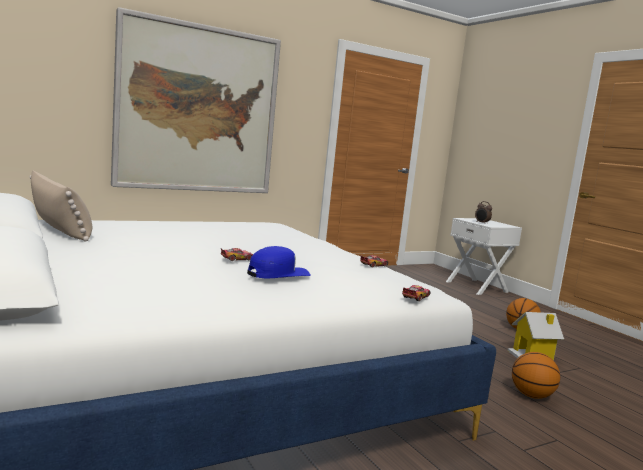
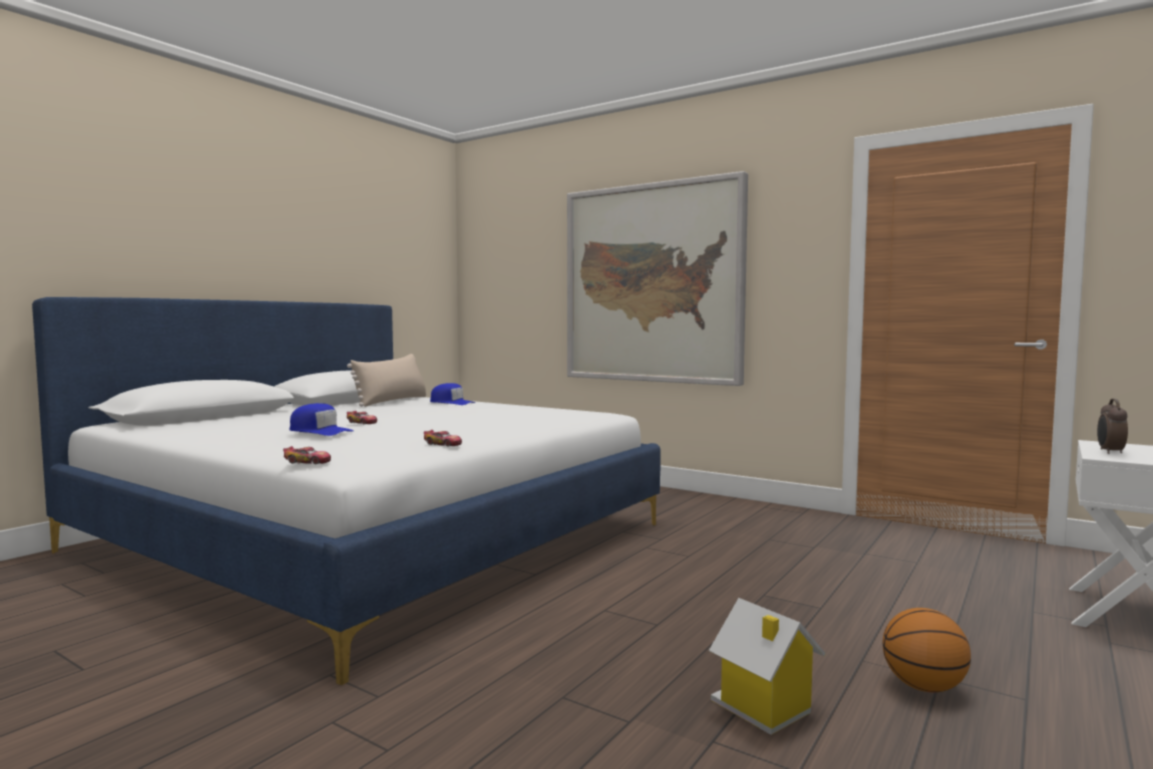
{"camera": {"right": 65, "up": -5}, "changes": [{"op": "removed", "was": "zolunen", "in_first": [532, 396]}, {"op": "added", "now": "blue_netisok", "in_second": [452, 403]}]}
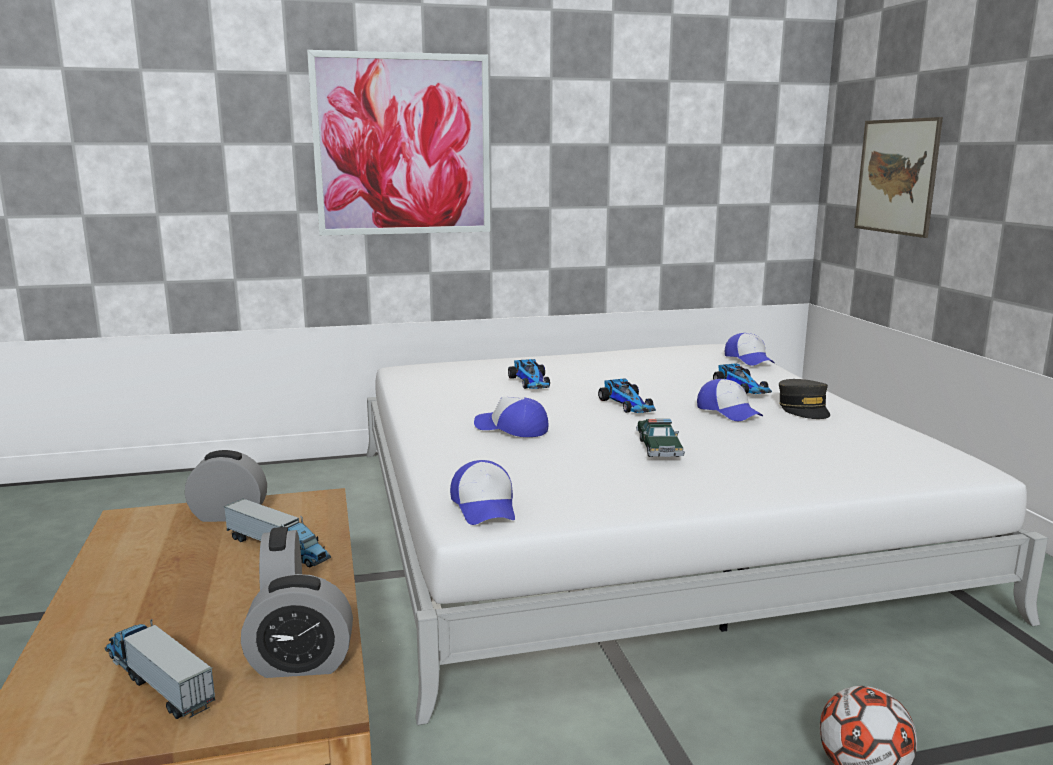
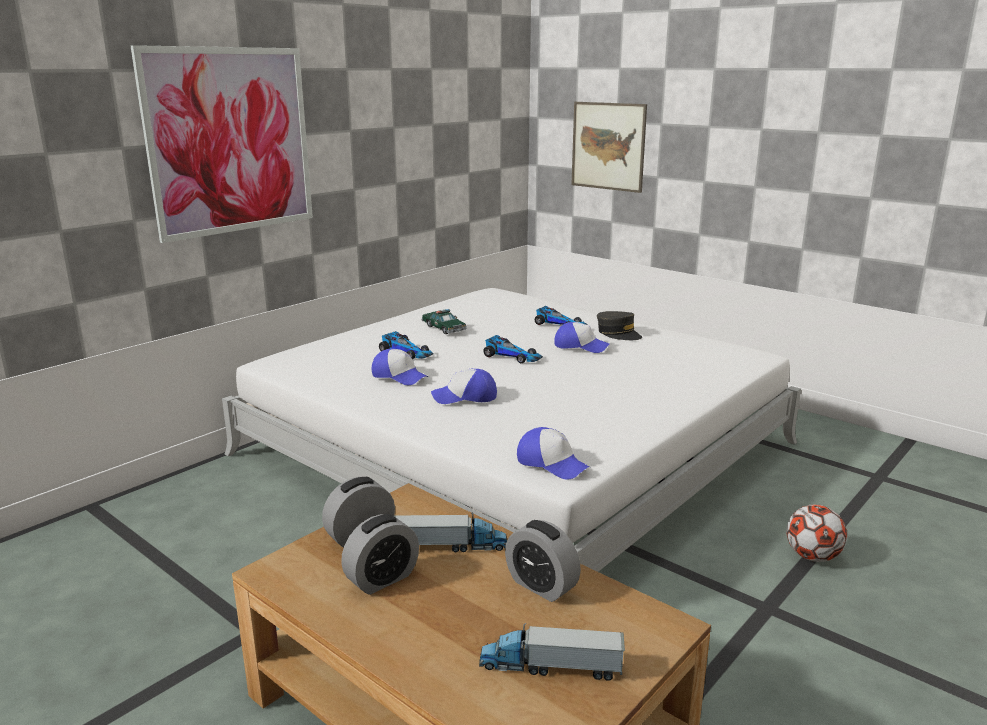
{"camera": {"right": -35, "up": 5}, "changes": [{"op": "moved", "was": "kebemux", "in_first": [301, 665], "in_second": [382, 579]}, {"op": "moved", "was": "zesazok", "in_first": [658, 447], "in_second": [443, 328]}, {"op": "moved", "was": "netisok", "in_first": [749, 359], "in_second": [399, 376]}]}
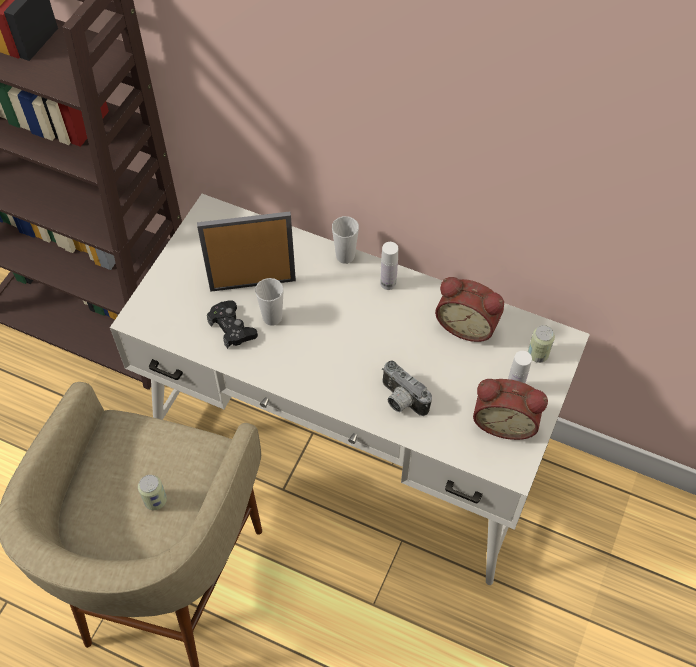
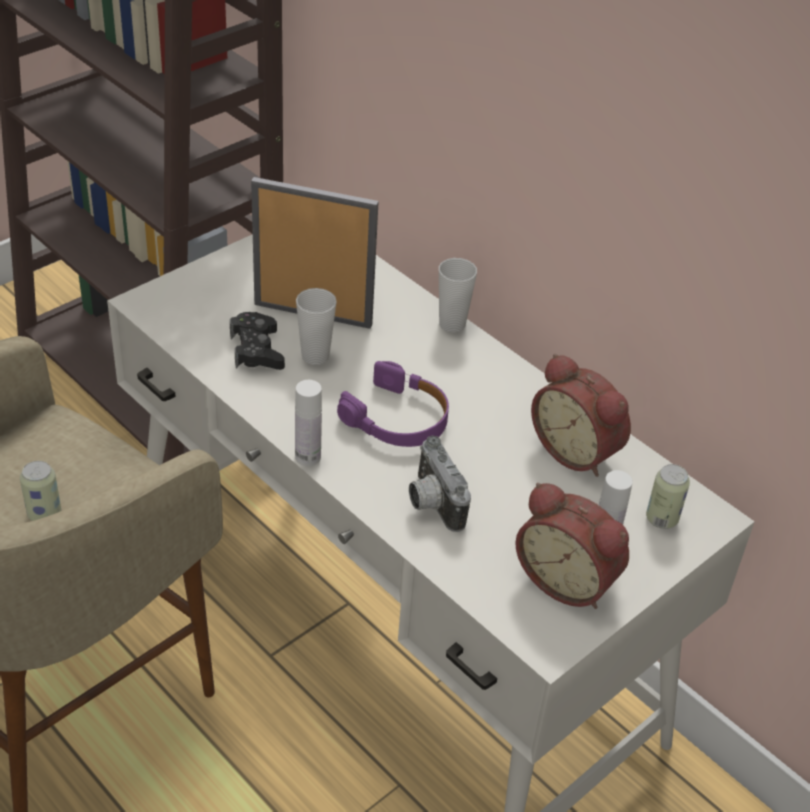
{"camera": {"right": 20, "up": -15}, "changes": [{"op": "added", "now": "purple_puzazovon", "in_second": [398, 419]}, {"op": "moved", "was": "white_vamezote", "in_first": [388, 283], "in_second": [308, 457]}]}
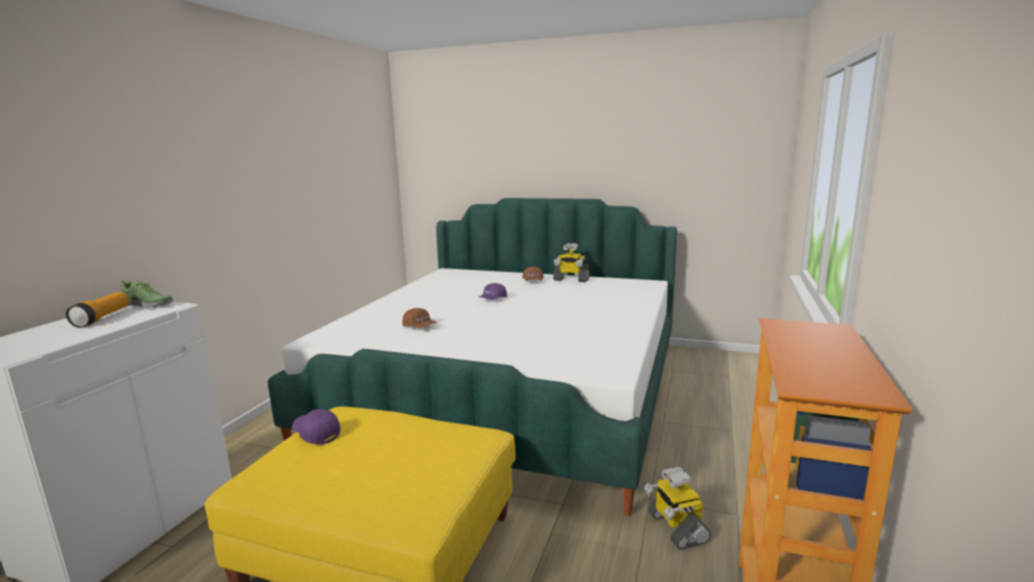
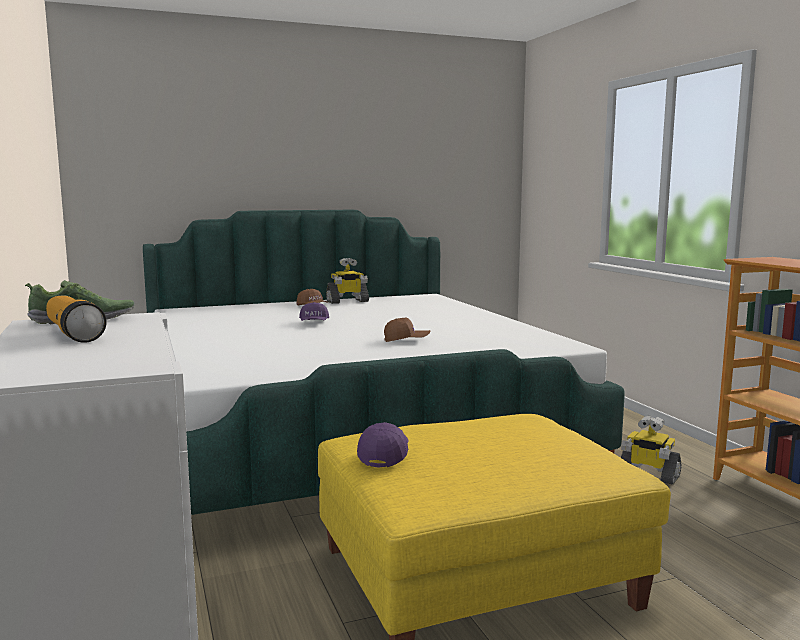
{"camera": {"right": -40, "up": -5}, "changes": [{"op": "moved", "was": "brown_netisok", "in_first": [420, 327], "in_second": [406, 340]}, {"op": "turned", "was": "purple_netisok", "in_first": [316, 434], "in_second": [384, 455], "clockwise": 105}]}
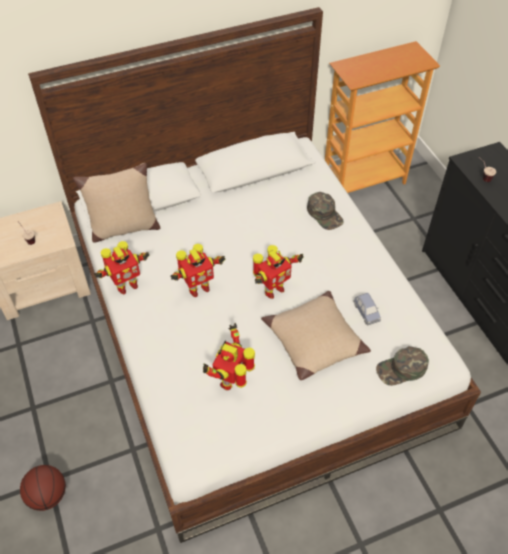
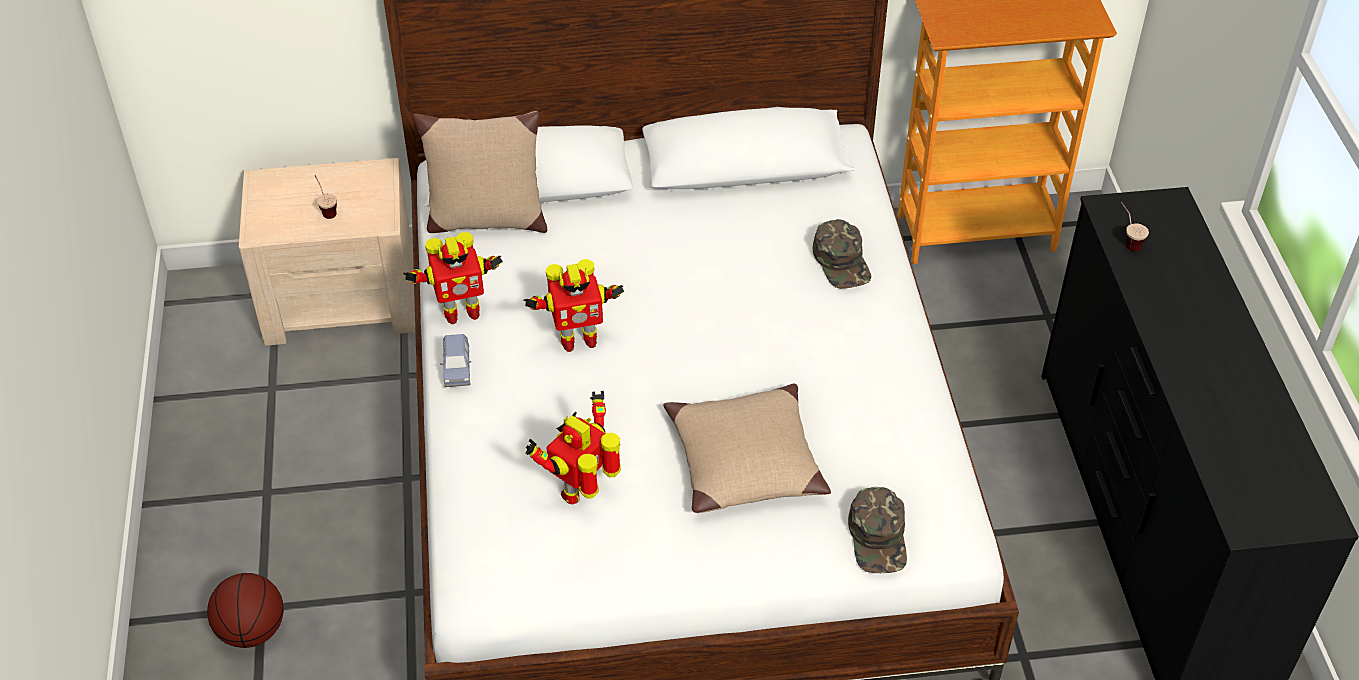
{"camera": {"right": 15, "up": -5}, "changes": [{"op": "removed", "was": "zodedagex", "in_first": [272, 290]}, {"op": "moved", "was": "blue_zesazok", "in_first": [366, 313], "in_second": [457, 369]}, {"op": "turned", "was": "green_netisok", "in_first": [401, 369], "in_second": [878, 537], "clockwise": -90}]}
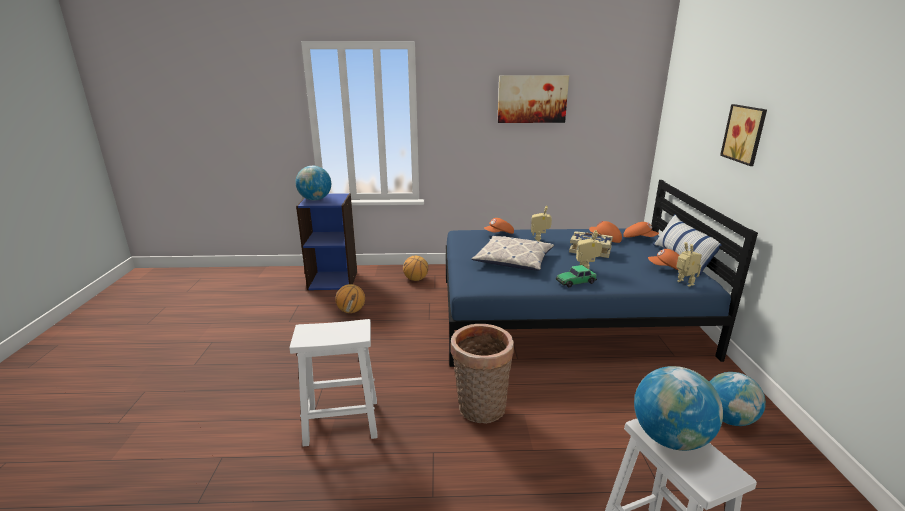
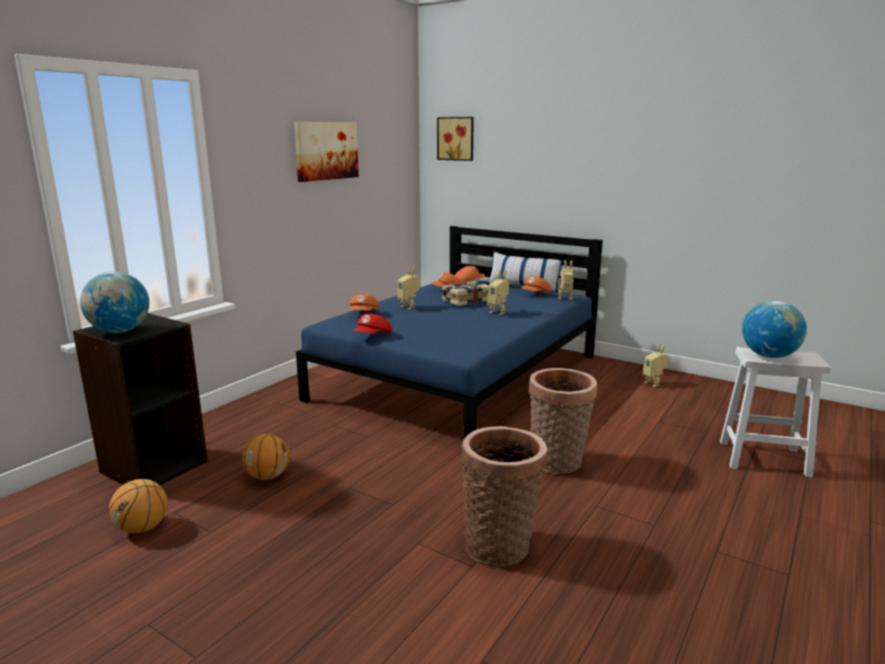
{"camera": {"right": -55, "up": -5}, "changes": [{"op": "removed", "was": "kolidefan", "in_first": [513, 260]}, {"op": "removed", "was": "zesazok", "in_first": [575, 282]}, {"op": "added", "now": "red_netisok", "in_second": [373, 336]}, {"op": "moved", "was": "zolunen", "in_first": [416, 279], "in_second": [143, 528]}, {"op": "moved", "was": "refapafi", "in_first": [745, 134], "in_second": [456, 138]}, {"op": "replaced", "was": "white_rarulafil", "now": "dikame", "in_first": [343, 421], "in_second": [500, 545]}, {"op": "replaced", "was": "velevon", "now": "zodedagex", "in_first": [728, 419], "in_second": [653, 383]}, {"op": "recoloured", "was": "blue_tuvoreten", "now": "black_tuvoreten", "in_first": [333, 280], "in_second": [153, 466]}]}
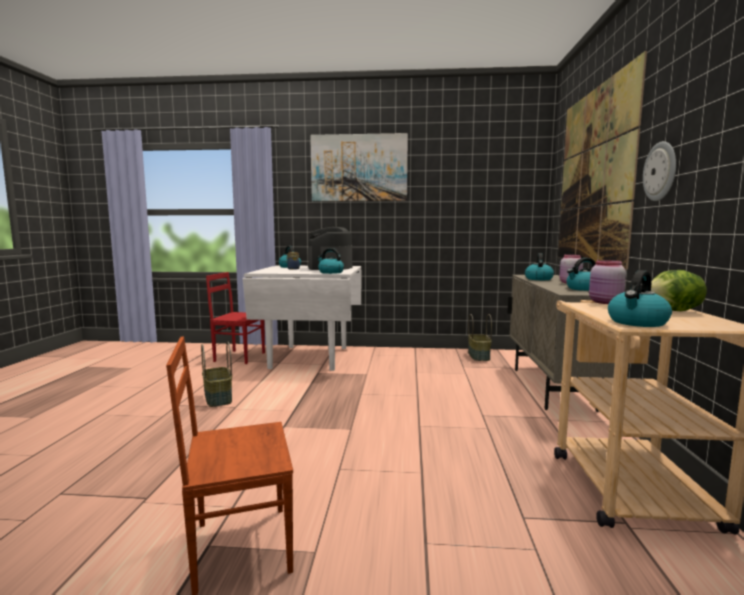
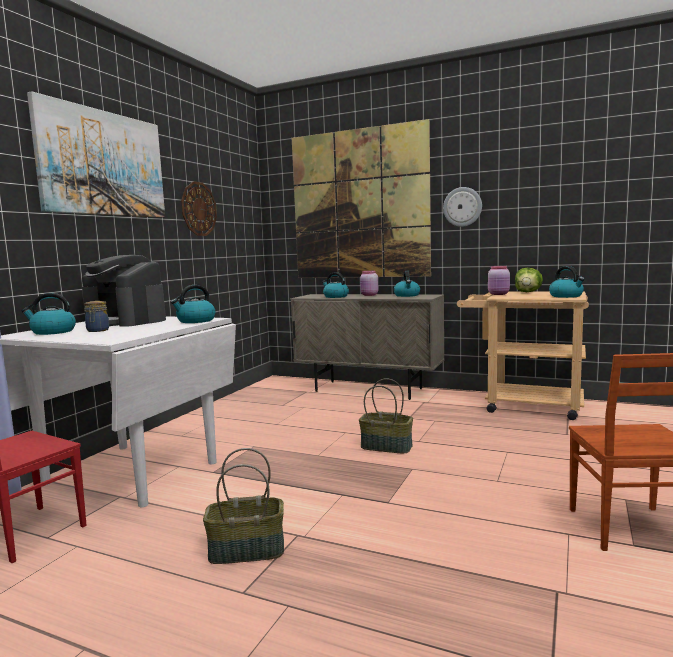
{"camera": {"right": -70, "up": 0}, "changes": [{"op": "added", "now": "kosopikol", "in_second": [198, 209]}, {"op": "moved", "was": "dikame", "in_first": [479, 356], "in_second": [387, 446]}]}
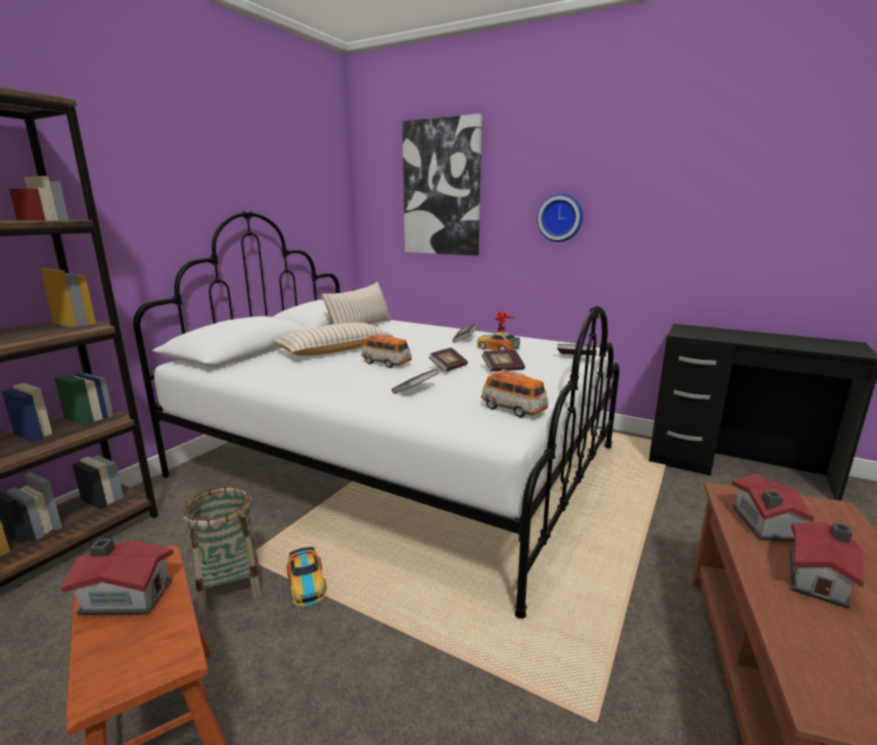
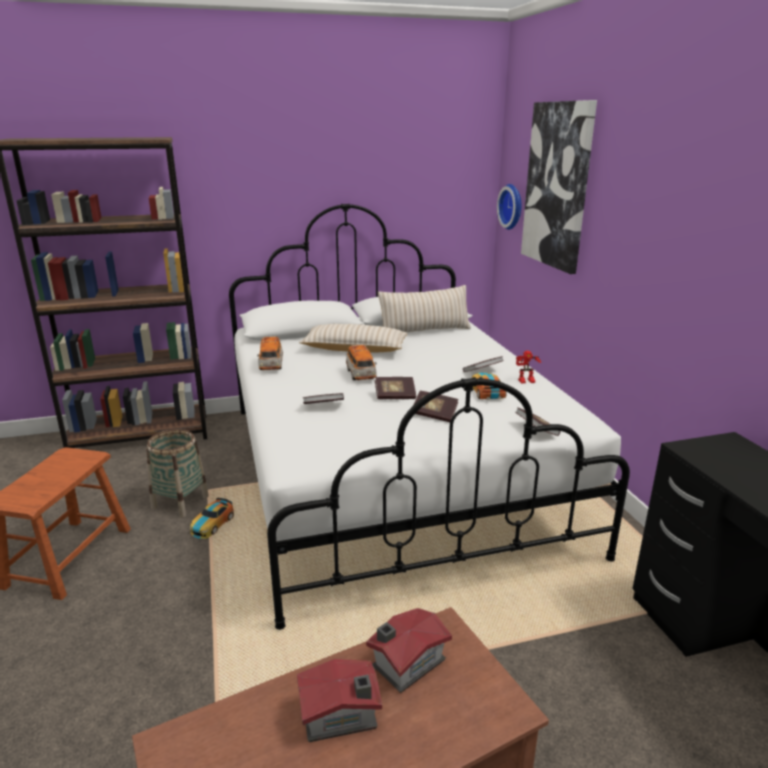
{"camera": {"right": 45, "up": 5}, "changes": [{"op": "removed", "was": "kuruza", "in_first": [126, 595]}, {"op": "moved", "was": "zesazok", "in_first": [513, 409], "in_second": [271, 365]}, {"op": "moved", "was": "kosopikol", "in_first": [560, 218], "in_second": [512, 206]}]}
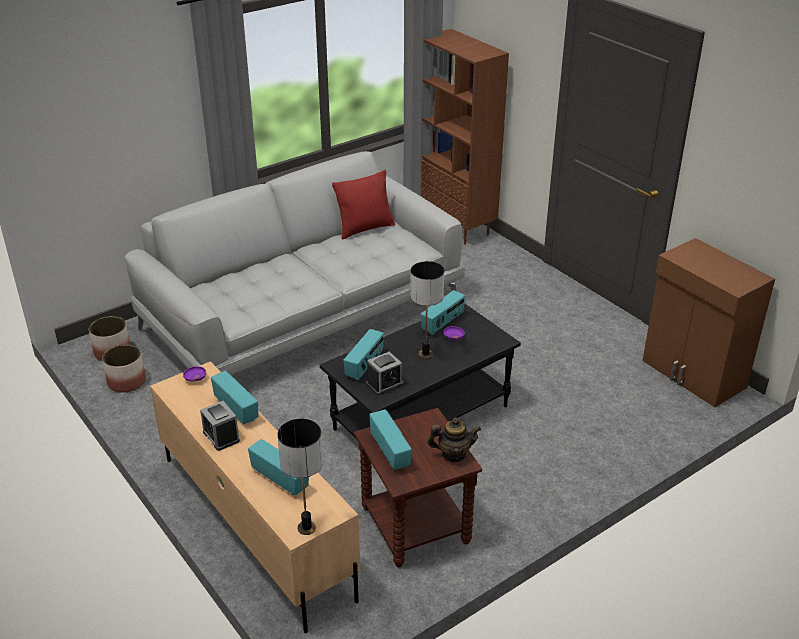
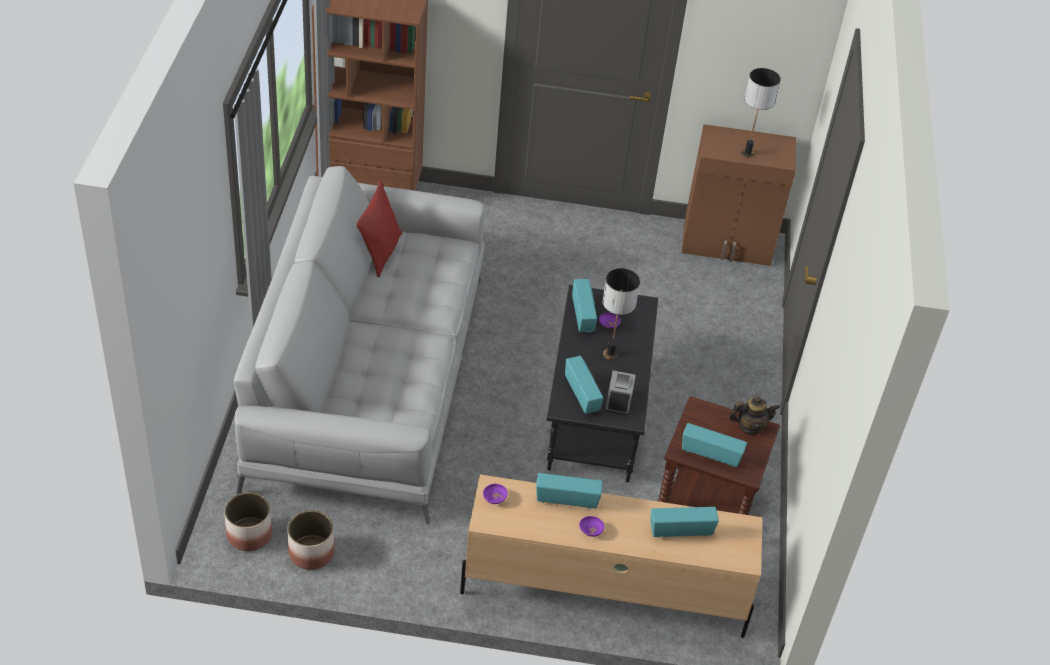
{"camera": {"right": -50, "up": 10}, "changes": [{"op": "moved", "was": "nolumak", "in_first": [306, 528], "in_second": [747, 154]}, {"op": "replaced", "was": "kebemux", "now": "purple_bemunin", "in_first": [221, 436], "in_second": [590, 531]}, {"op": "turned", "was": "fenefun", "in_first": [453, 454], "in_second": [750, 427], "clockwise": 45}]}
